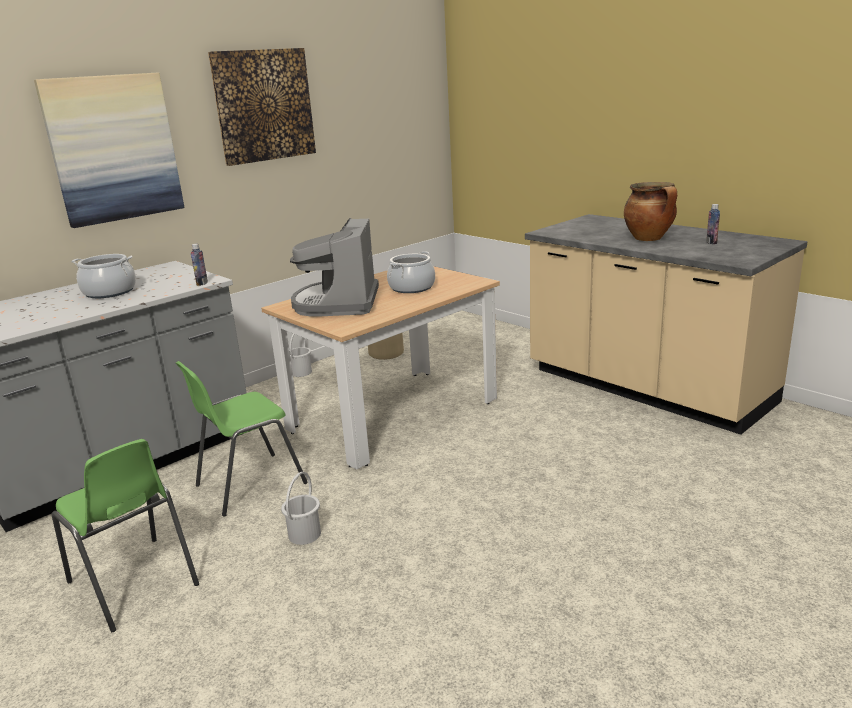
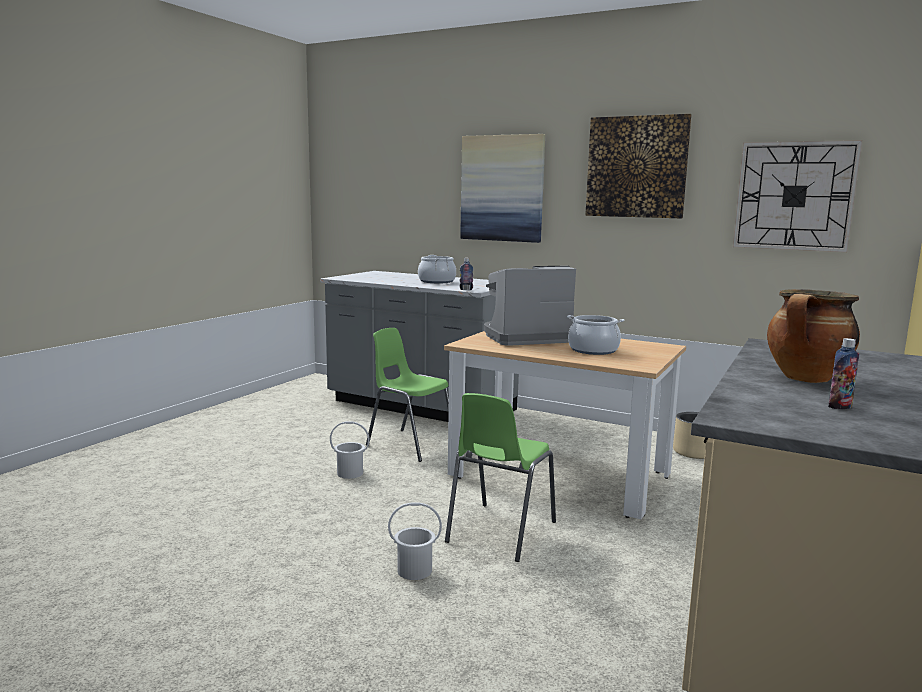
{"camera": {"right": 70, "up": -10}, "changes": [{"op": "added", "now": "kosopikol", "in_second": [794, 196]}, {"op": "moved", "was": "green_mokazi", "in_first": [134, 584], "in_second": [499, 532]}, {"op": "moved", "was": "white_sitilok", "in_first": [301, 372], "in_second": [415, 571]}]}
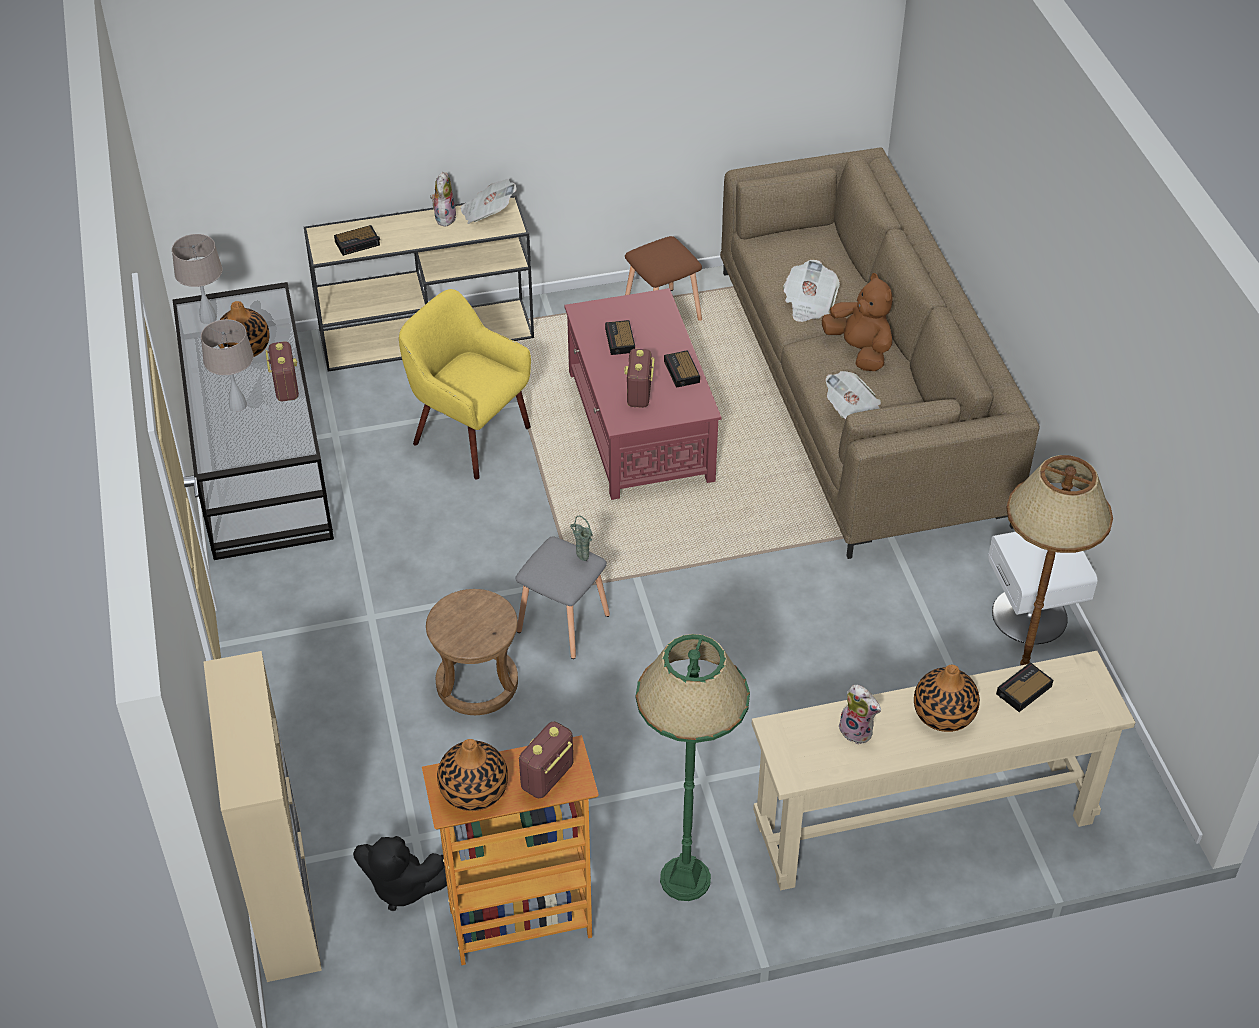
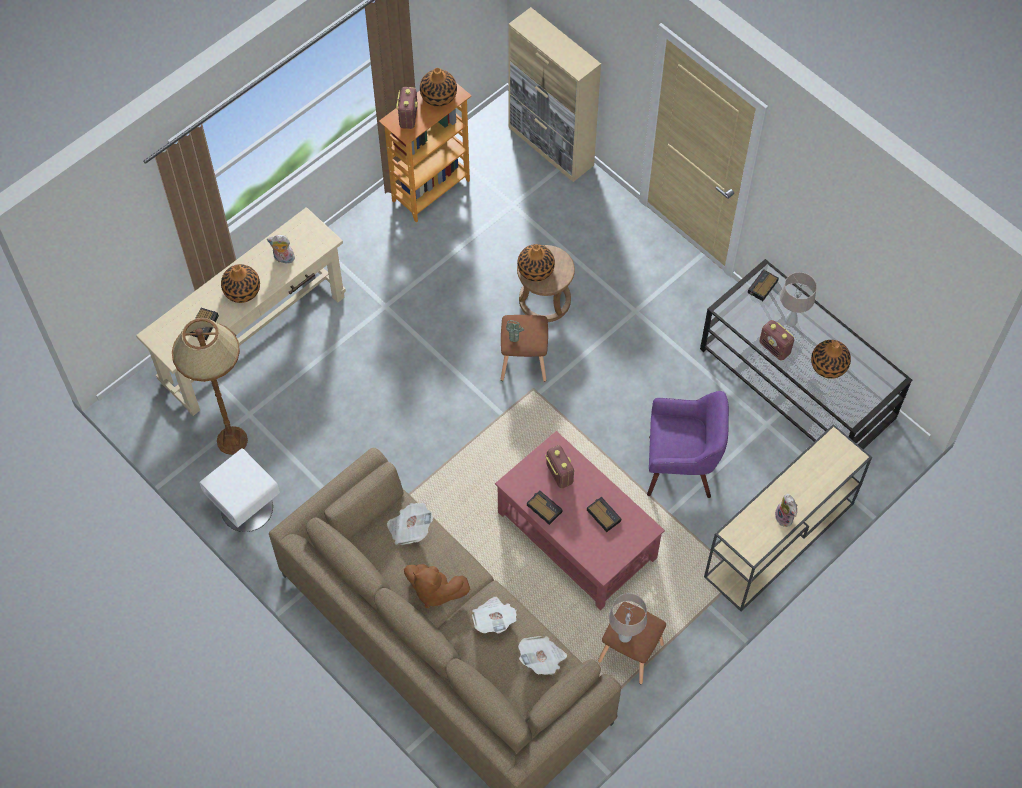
{"camera": {"right": 150, "up": 15}, "changes": [{"op": "removed", "was": "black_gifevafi", "in_first": [402, 886]}, {"op": "removed", "was": "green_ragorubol", "in_first": [685, 878]}, {"op": "added", "now": "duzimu", "in_second": [536, 270]}, {"op": "moved", "was": "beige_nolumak", "in_first": [208, 318], "in_second": [625, 635]}, {"op": "moved", "was": "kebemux", "in_first": [358, 243], "in_second": [762, 287]}, {"op": "moved", "was": "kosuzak", "in_first": [488, 213], "in_second": [542, 659]}, {"op": "recoloured", "was": "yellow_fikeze", "now": "purple_fikeze", "in_first": [469, 435], "in_second": [681, 468]}, {"op": "recoloured", "was": "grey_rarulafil", "now": "brown_rarulafil", "in_first": [561, 623], "in_second": [524, 361]}]}
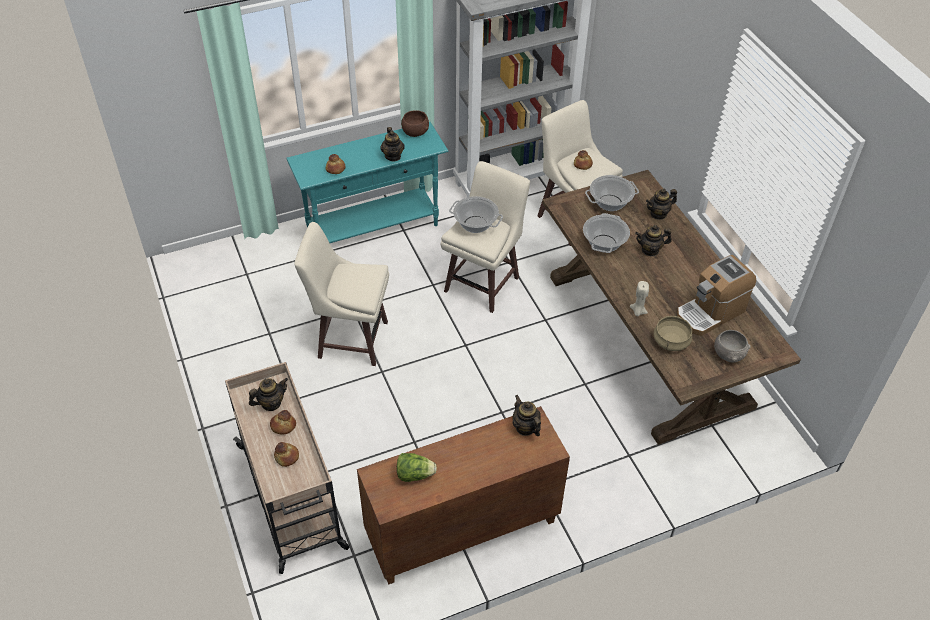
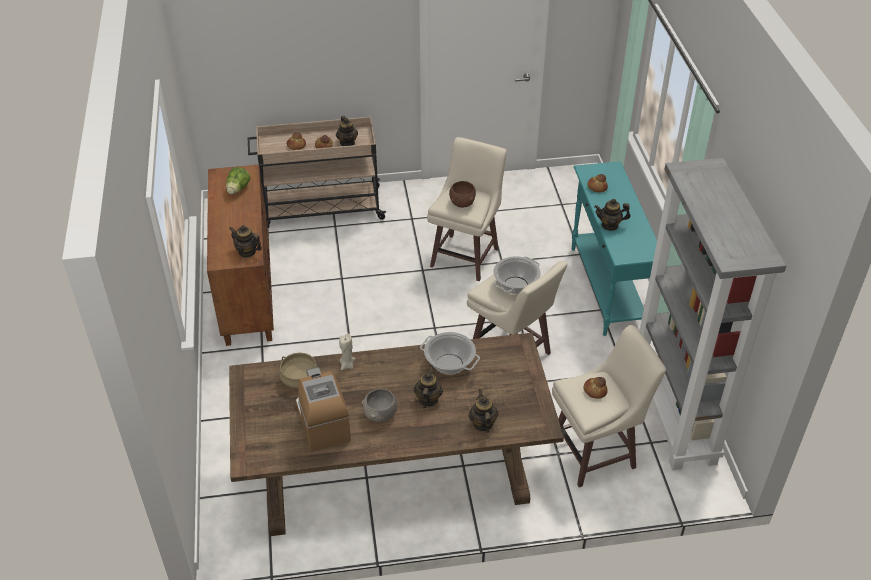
{"camera": {"right": 105, "up": -5}, "changes": [{"op": "removed", "was": "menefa", "in_first": [610, 203]}, {"op": "moved", "was": "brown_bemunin", "in_first": [415, 132], "in_second": [462, 202]}, {"op": "moved", "was": "grey_bemunin", "in_first": [728, 354], "in_second": [380, 414]}, {"op": "turned", "was": "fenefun", "in_first": [525, 427], "in_second": [247, 252], "clockwise": -135}]}
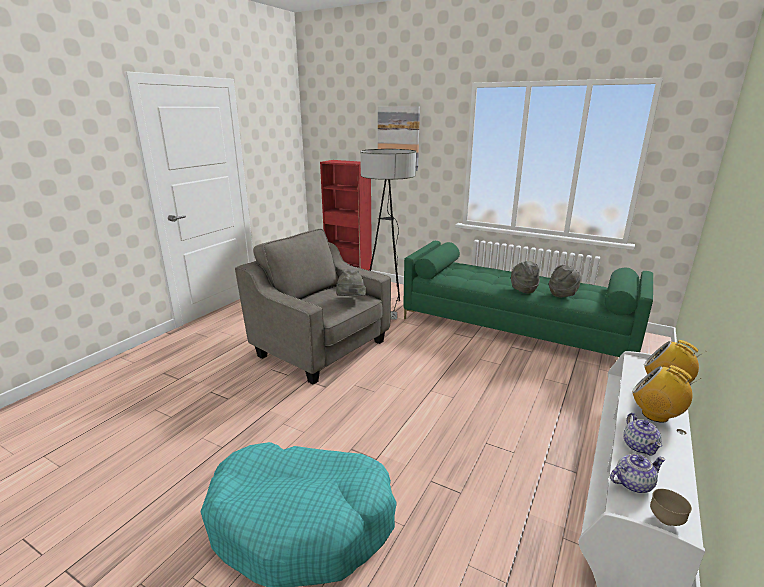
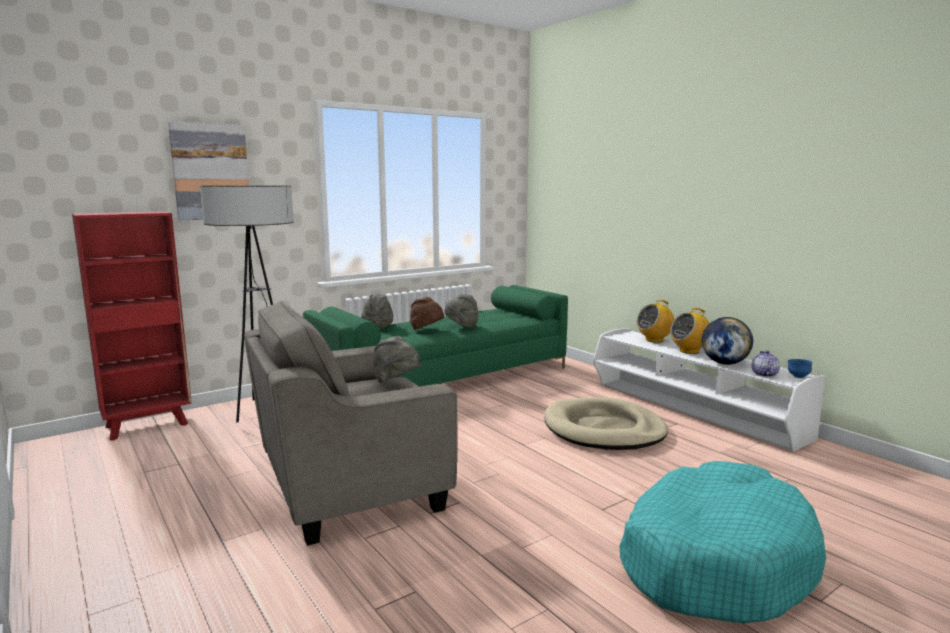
{"camera": {"right": -65, "up": -10}, "changes": [{"op": "added", "now": "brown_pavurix", "in_second": [427, 330]}, {"op": "added", "now": "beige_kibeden", "in_second": [604, 429]}, {"op": "moved", "was": "grey_pavurix", "in_first": [562, 294], "in_second": [377, 326]}, {"op": "replaced", "was": "fenefun", "now": "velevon", "in_first": [639, 446], "in_second": [724, 363]}, {"op": "recoloured", "was": "brown_bemunin", "now": "blue_bemunin", "in_first": [665, 519], "in_second": [798, 377]}]}
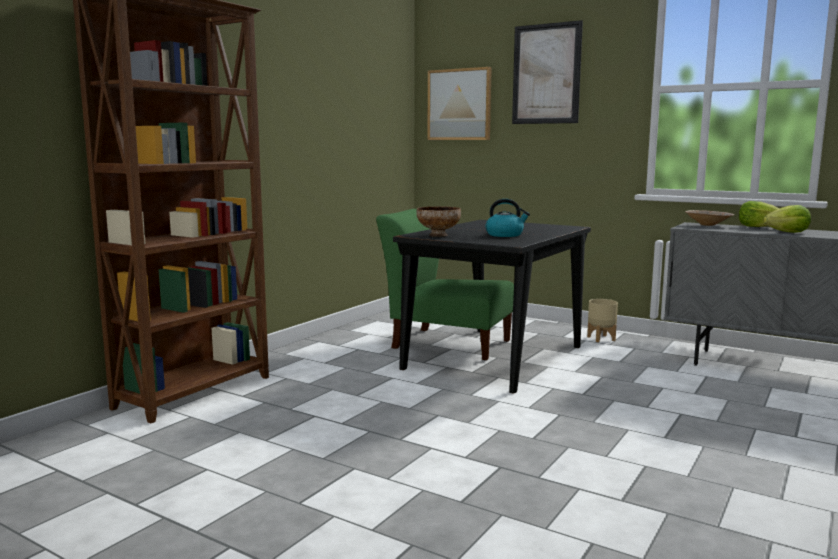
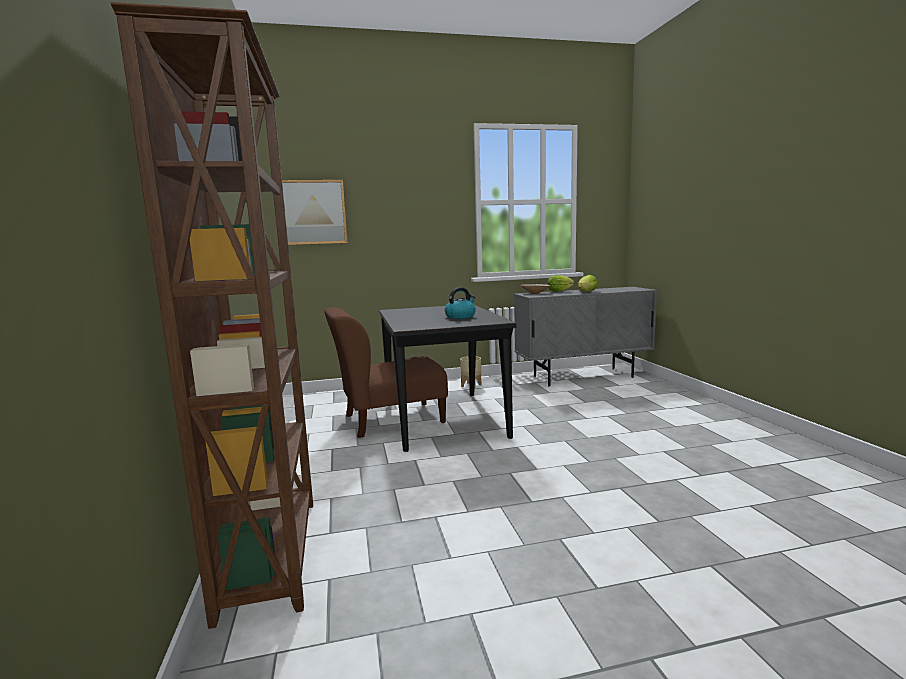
{"camera": {"right": -45, "up": 0}, "changes": [{"op": "removed", "was": "bemunin", "in_first": [439, 235]}, {"op": "removed", "was": "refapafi", "in_first": [546, 74]}, {"op": "recoloured", "was": "green_mokazi", "now": "brown_mokazi", "in_first": [446, 344], "in_second": [389, 420]}]}
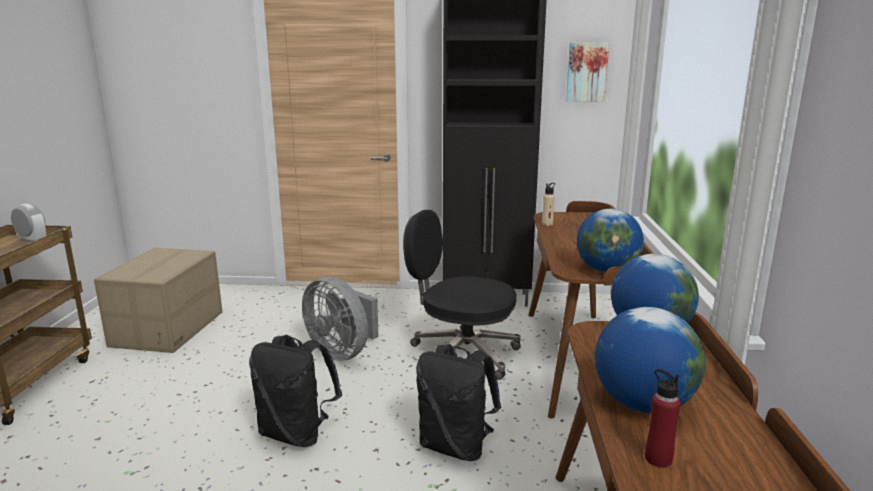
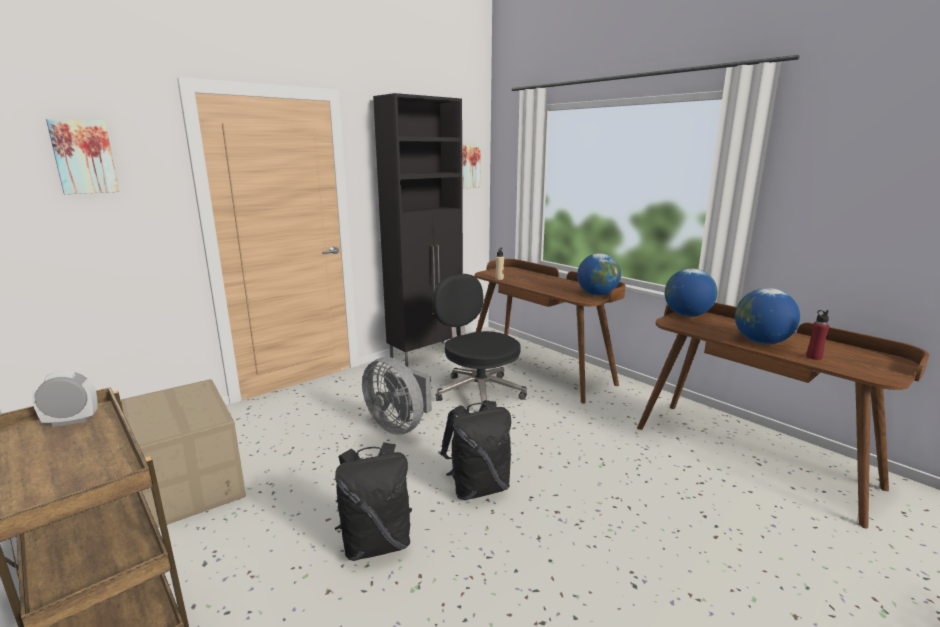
{"camera": {"right": -45, "up": 0}, "changes": [{"op": "added", "now": "refapafi", "in_second": [83, 157]}, {"op": "moved", "was": "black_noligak", "in_first": [456, 446], "in_second": [376, 543]}, {"op": "turned", "was": "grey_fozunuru", "in_first": [342, 352], "in_second": [399, 425], "clockwise": 45}, {"op": "turned", "was": "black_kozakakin", "in_first": [462, 354], "in_second": [478, 392], "clockwise": 75}]}
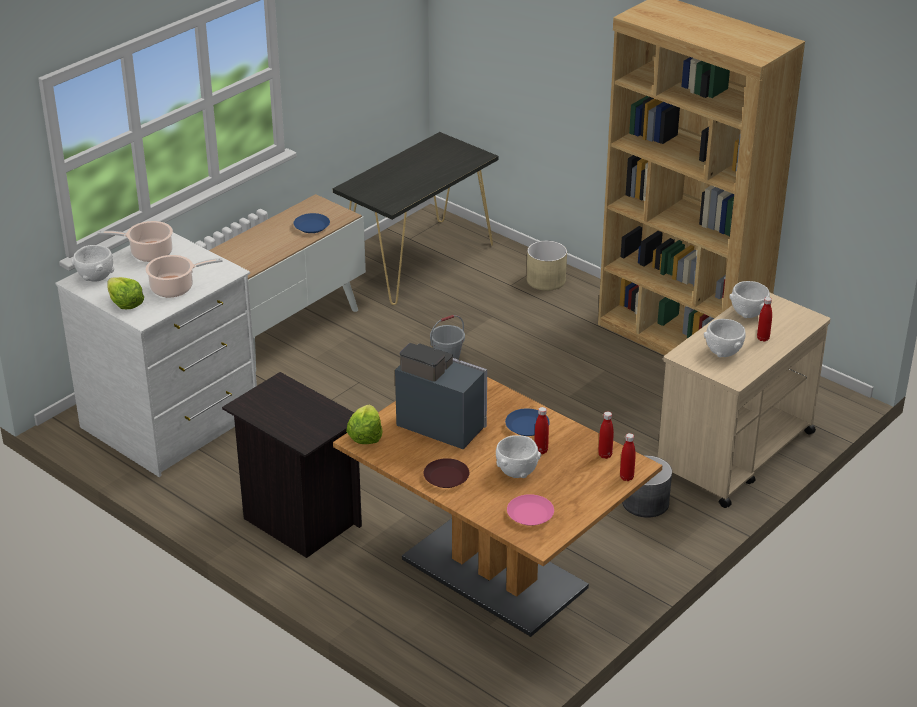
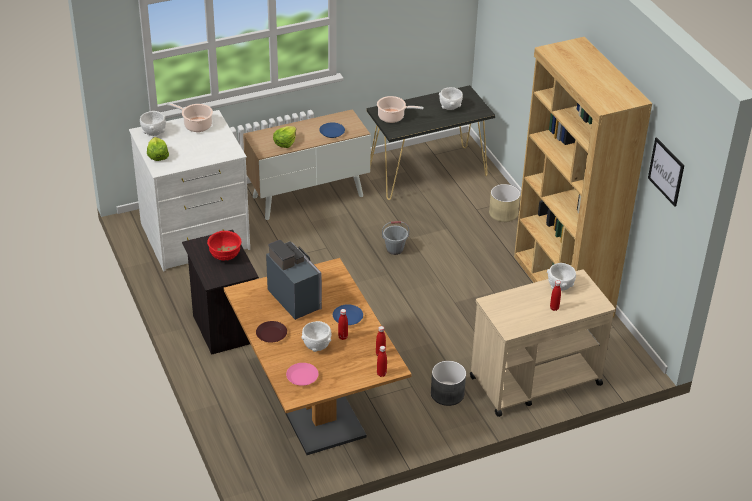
{"camera": {"right": 25, "up": 5}, "changes": [{"op": "added", "now": "red_bemunin", "in_second": [225, 256]}, {"op": "added", "now": "refapafi", "in_second": [666, 171]}, {"op": "moved", "was": "menefa", "in_first": [175, 288], "in_second": [393, 117]}, {"op": "moved", "was": "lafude", "in_first": [365, 435], "in_second": [285, 142]}, {"op": "moved", "was": "white_bemunin", "in_first": [723, 352], "in_second": [450, 107]}]}
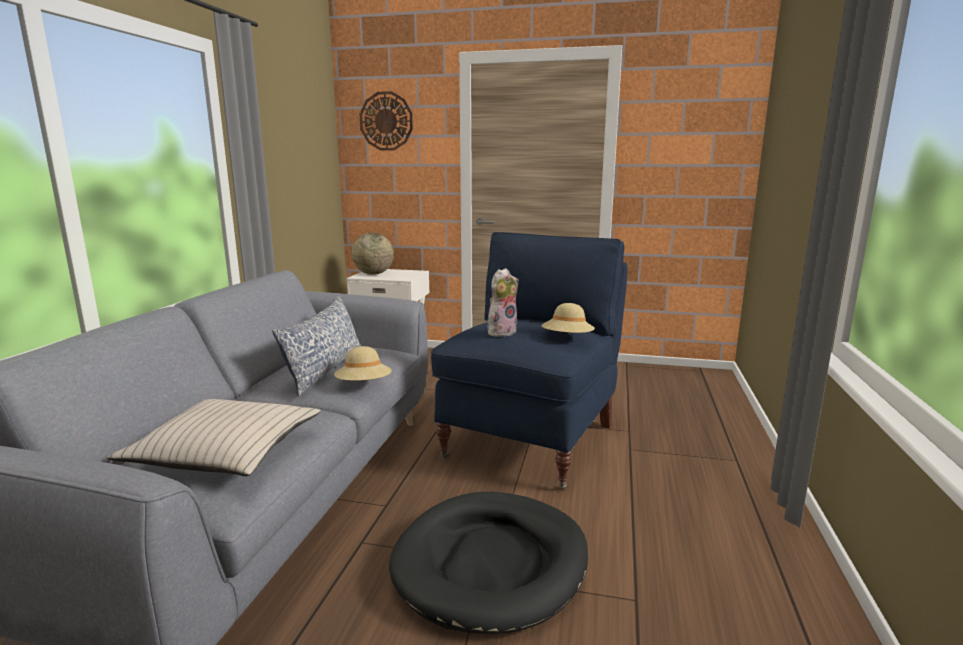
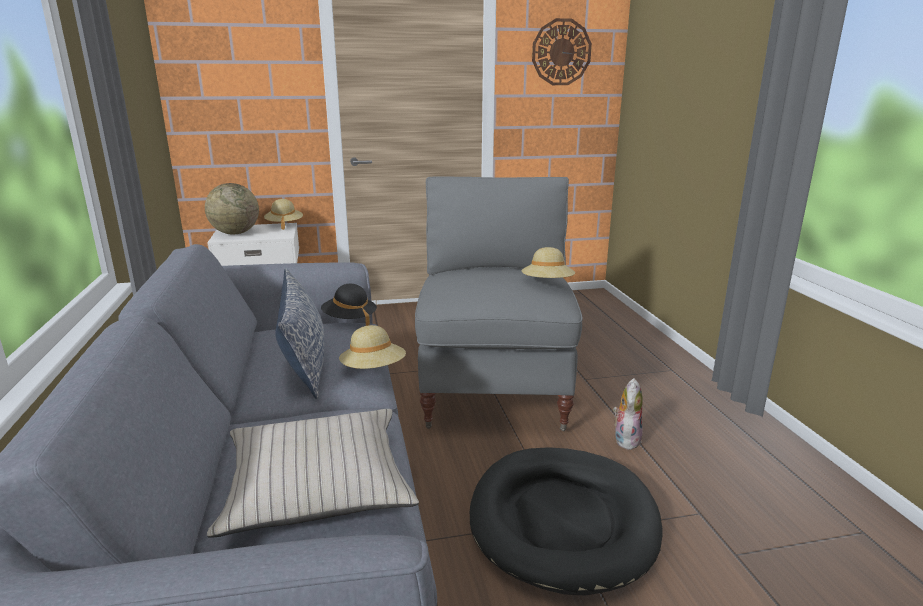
{"camera": {"right": -25, "up": 5}, "changes": [{"op": "added", "now": "beige_pavurix", "in_second": [284, 225]}, {"op": "added", "now": "black_pavurix", "in_second": [349, 320]}, {"op": "moved", "was": "kosopikol", "in_first": [386, 121], "in_second": [561, 52]}, {"op": "moved", "was": "gifevafi", "in_first": [501, 332], "in_second": [625, 439]}, {"op": "recoloured", "was": "blue_fikeze", "now": "grey_fikeze", "in_first": [531, 440], "in_second": [494, 390]}]}
